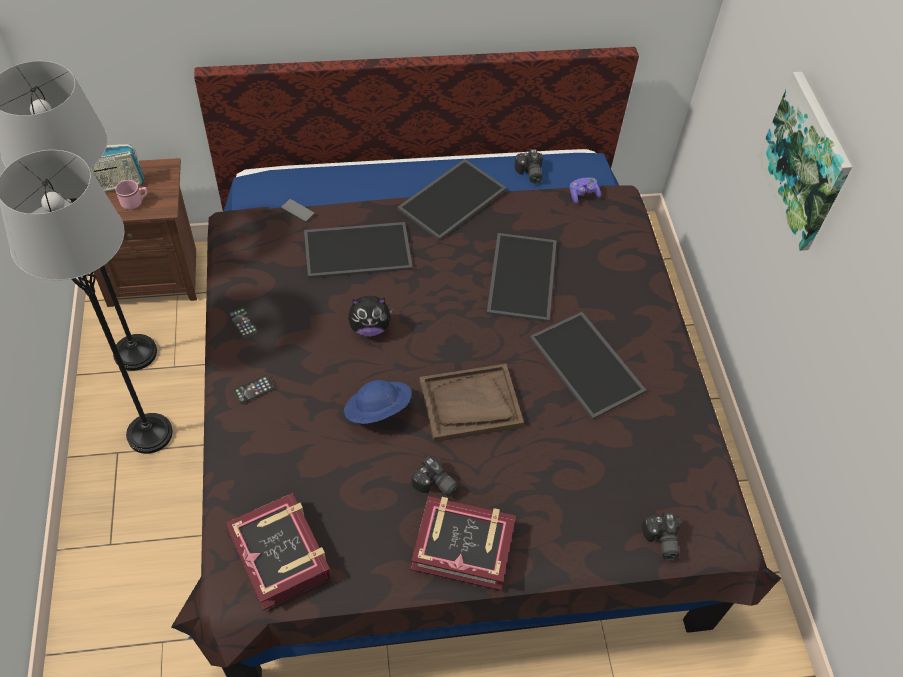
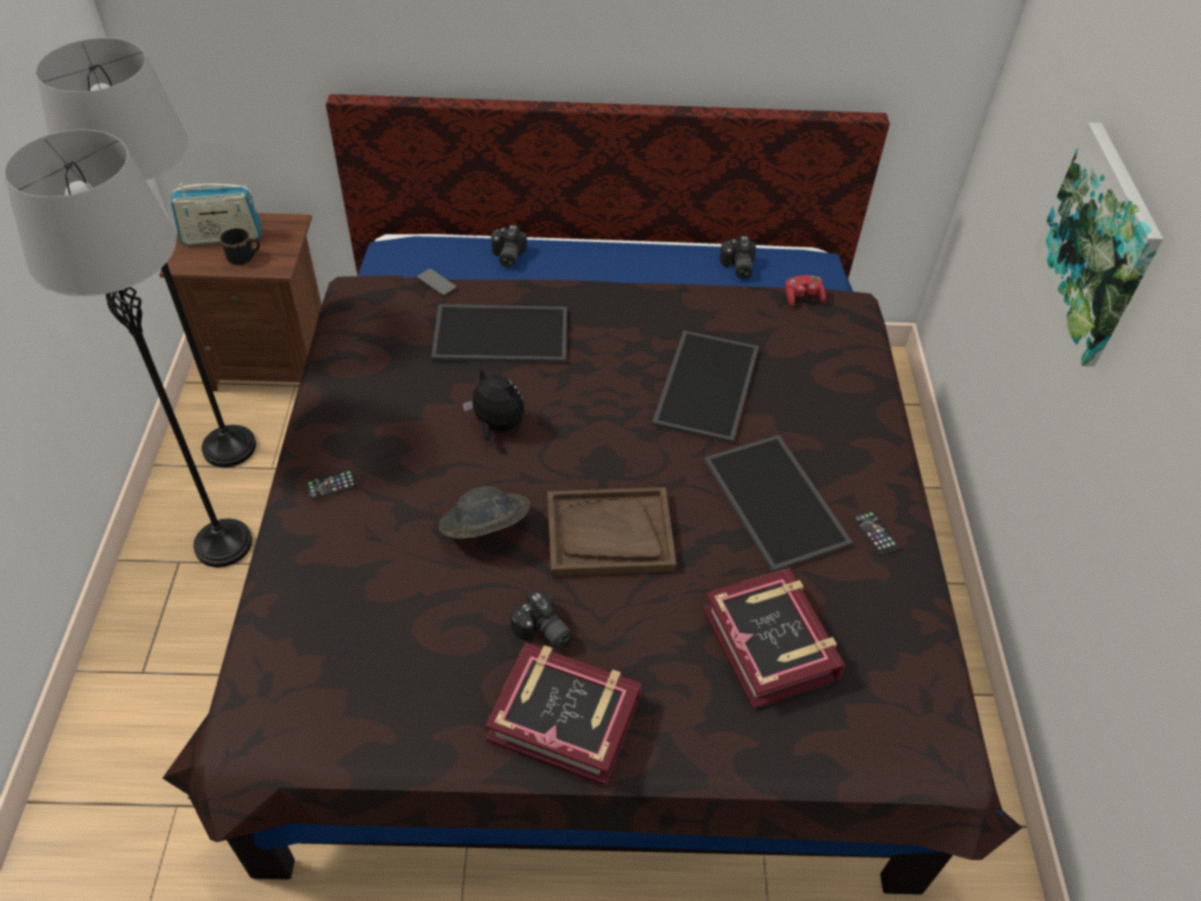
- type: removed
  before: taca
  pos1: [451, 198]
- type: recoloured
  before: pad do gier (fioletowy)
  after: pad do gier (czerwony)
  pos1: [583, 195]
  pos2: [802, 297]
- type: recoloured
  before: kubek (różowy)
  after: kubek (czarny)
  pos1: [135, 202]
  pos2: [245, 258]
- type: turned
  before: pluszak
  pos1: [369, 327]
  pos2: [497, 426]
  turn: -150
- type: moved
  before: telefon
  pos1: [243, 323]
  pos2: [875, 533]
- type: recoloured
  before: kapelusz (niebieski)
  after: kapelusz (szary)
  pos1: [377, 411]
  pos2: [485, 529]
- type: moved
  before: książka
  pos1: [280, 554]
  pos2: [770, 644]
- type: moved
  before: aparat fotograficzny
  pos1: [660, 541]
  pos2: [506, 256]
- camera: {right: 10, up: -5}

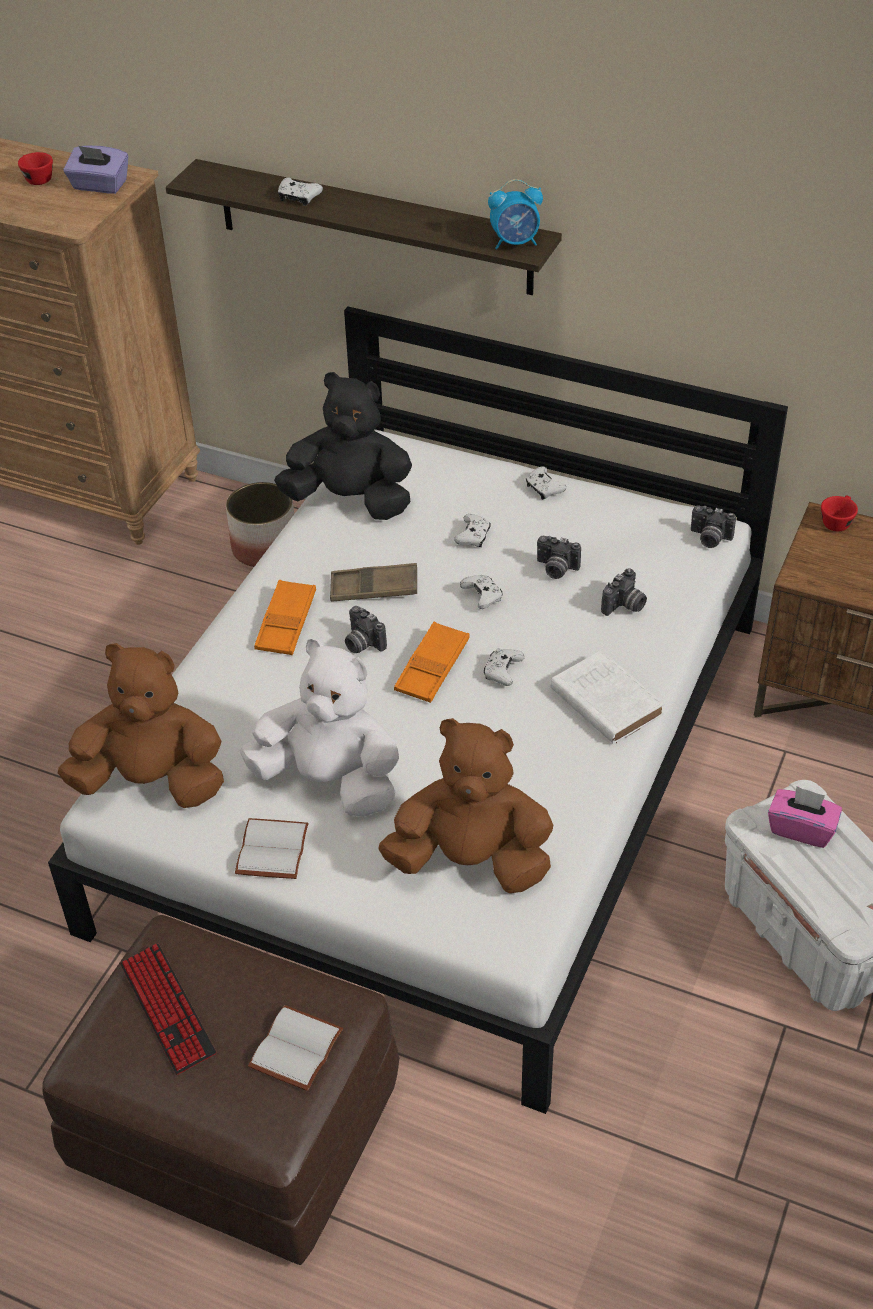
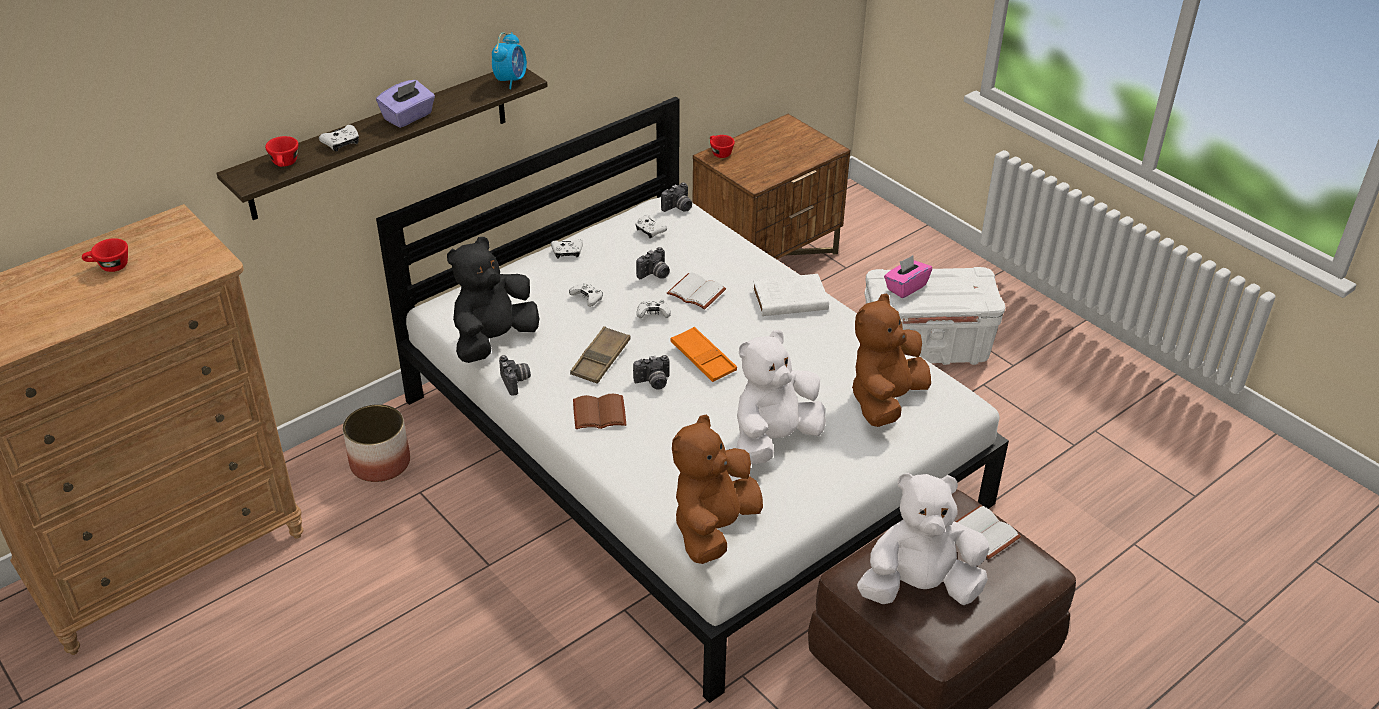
- type: moved
  before: pudełko chusteczek (fioletowy)
  pos1: [99, 186]
  pos2: [408, 117]
- type: moved
  before: aparat fotograficzny
  pos1: [625, 606]
  pos2: [516, 382]
- type: replaced
  before: taca (pomarańczowy)
  after: książka (brązowy)
  pos1: [286, 623]
  pos2: [600, 412]
- type: moved
  before: pad do gier (biały)
  pos1: [502, 672]
  pos2: [649, 231]
- type: moved
  before: książka (biały)
  pos1: [270, 849]
  pos2: [694, 293]
- type: replaced
  before: klawiatura
  after: pluszak (biały)
  pos1: [167, 1009]
  pos2: [919, 587]
- type: added
  after: filiżanka (czerwony)
  pos2: [285, 164]
- camera: {right: -65, up: -5}

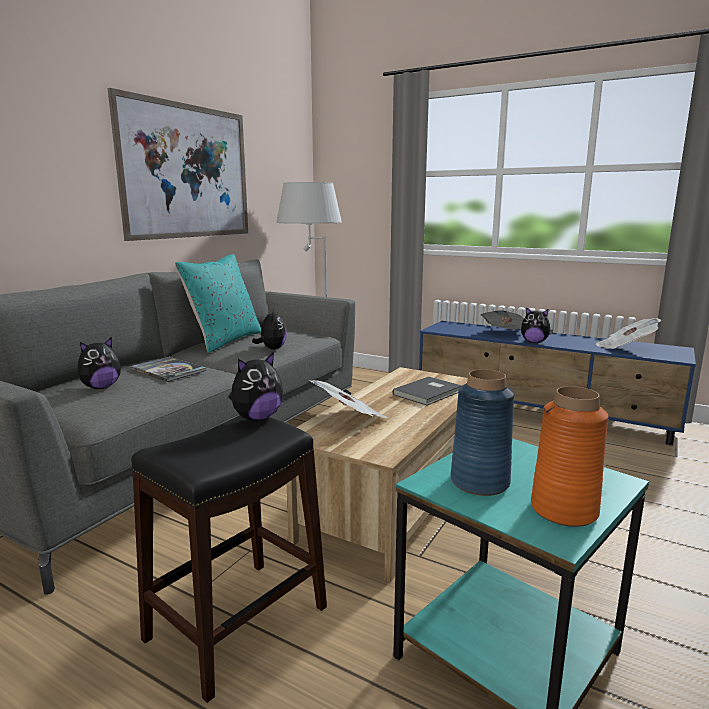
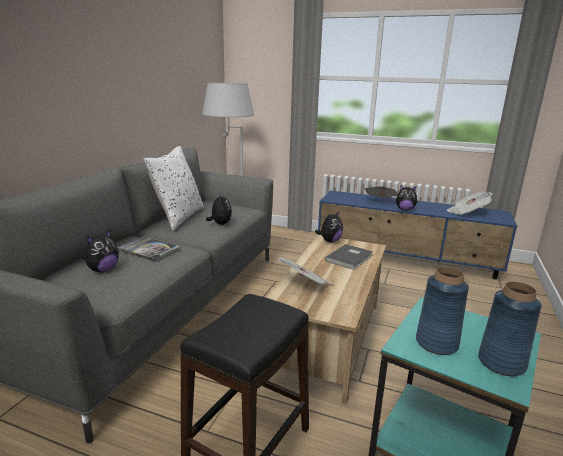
- type: removed
  before: obraz
  pos1: [187, 172]
- type: recoloured
  before: poduszka (turkusowy)
  after: poduszka (biały)
  pos1: [224, 341]
  pos2: [178, 217]
- type: moved
  before: pluszak
  pos1: [257, 418]
  pos2: [329, 241]
- type: recoloured
  before: wazon (pomarańczowy)
  after: wazon (niebieski)
  pos1: [564, 510]
  pos2: [502, 363]
- camera: {right: -10, up: 5}

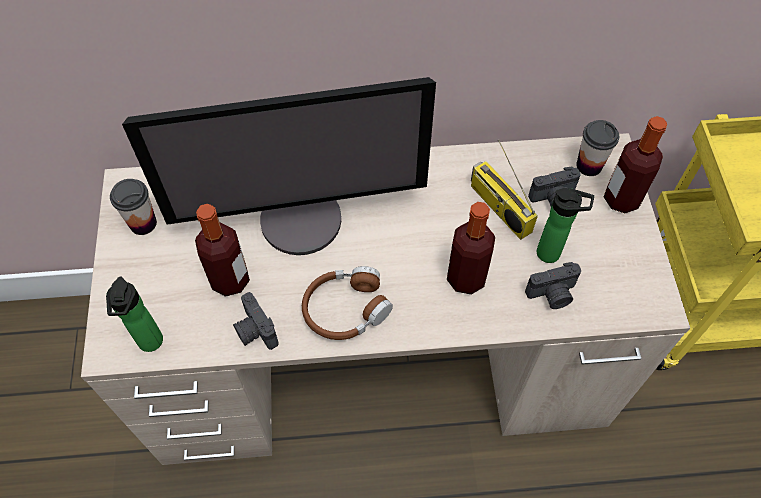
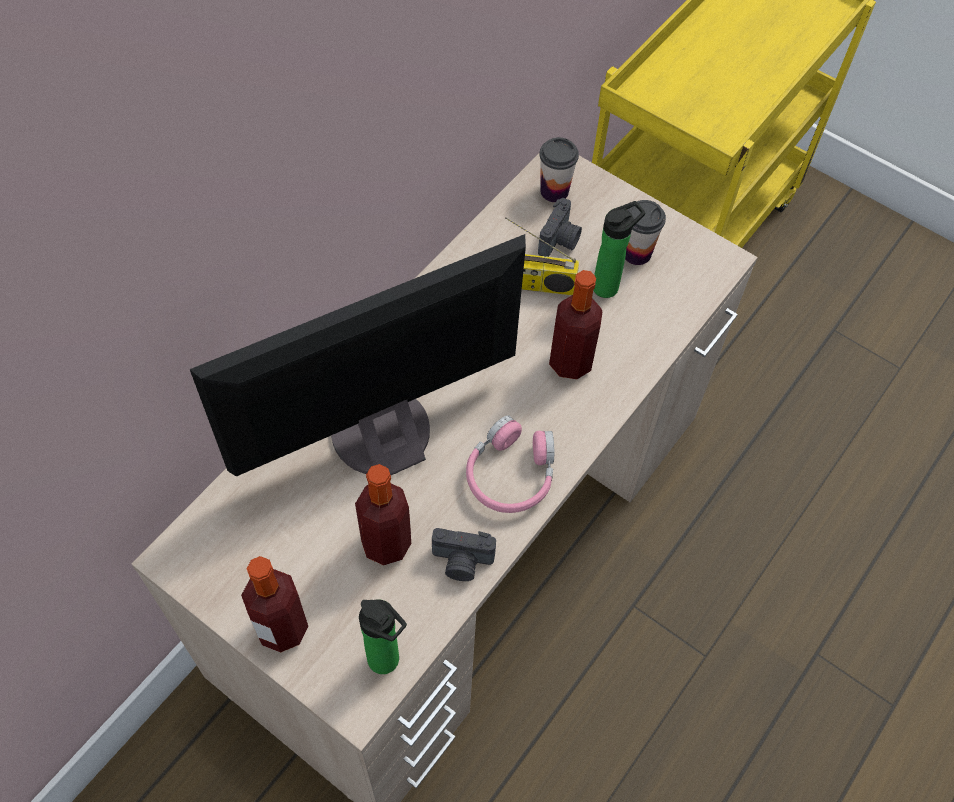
- type: turned
  before: monitor
  pos1: [302, 217]
  pos2: [380, 435]
  turn: -150
- type: moved
  before: butelka
  pos1: [621, 199]
  pos2: [282, 628]
- type: moved
  before: filiżanka
  pos1: [143, 223]
  pos2: [636, 253]
- type: removed
  before: aparat fotograficzny
  pos1: [552, 295]
- type: recoloured
  before: słuchawki (brązowy)
  after: słuchawki (różowy)
  pos1: [345, 309]
  pos2: [511, 474]
- camera: {right: -50, up: 0}

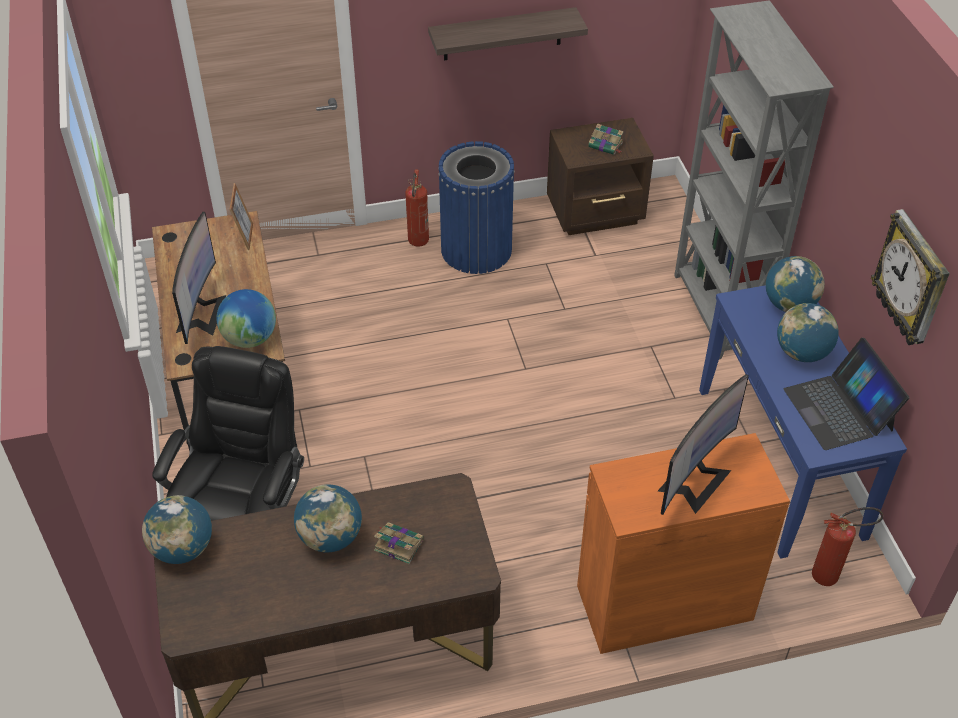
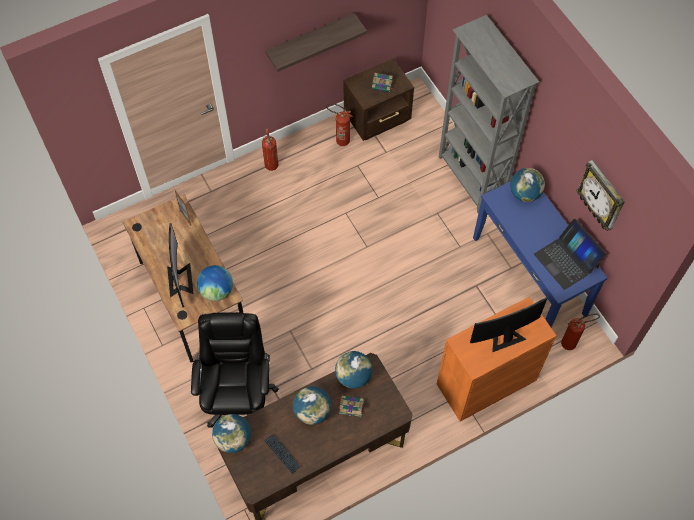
- type: removed
  before: kosz na śmieci (niebieski)
  pos1: [476, 249]
- type: moved
  before: globus
  pos1: [802, 353]
  pos2: [353, 376]
- type: turned
  before: monitor
  pos1: [694, 480]
  pos2: [504, 335]
  turn: -135
- type: added
  after: gaśnica
  pos2: [339, 140]
- type: added
  after: klawiatura
  pos2: [282, 453]
- camera: {right: -15, up: 15}

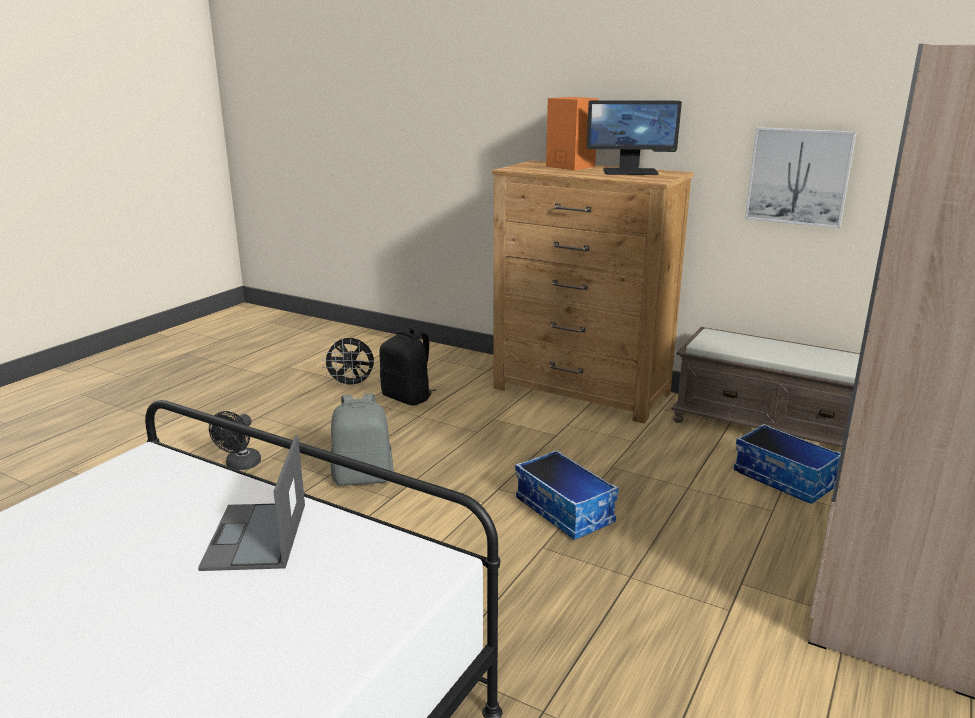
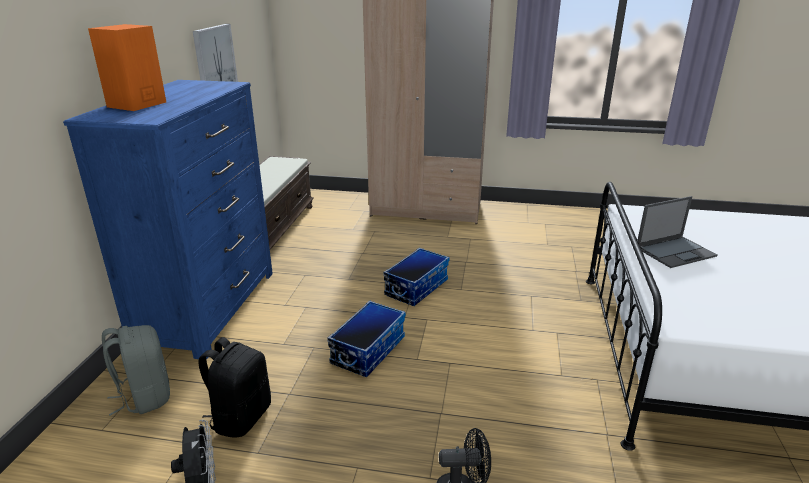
- type: removed
  before: monitor
  pos1: [630, 172]
- type: recoloured
  before: komoda (brązowy)
  after: komoda (niebieski)
  pos1: [581, 391]
  pos2: [209, 308]
- type: moved
  before: plecak (szary)
  pos1: [363, 477]
  pos2: [145, 397]
- type: moved
  before: pojemnik do przechowywania
  pos1: [785, 479]
  pos2: [368, 350]
- camera: {right: -110, up: 5}

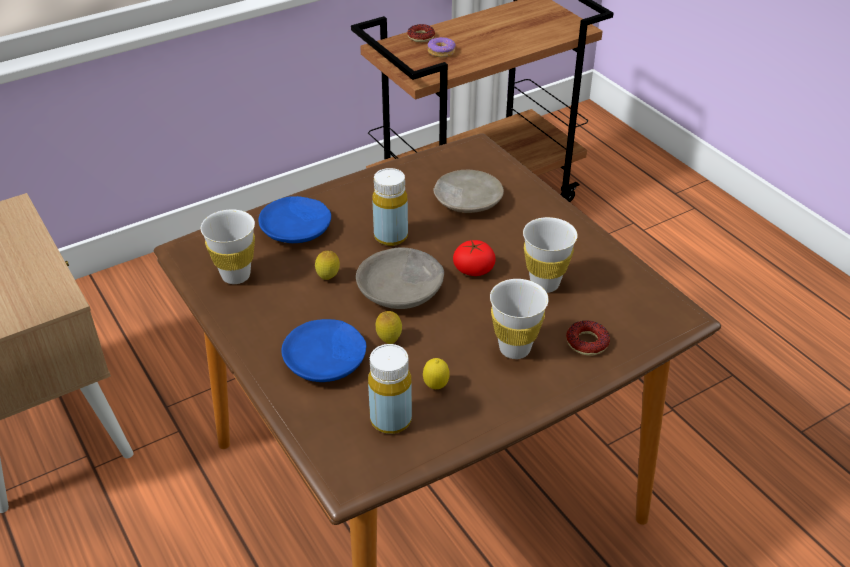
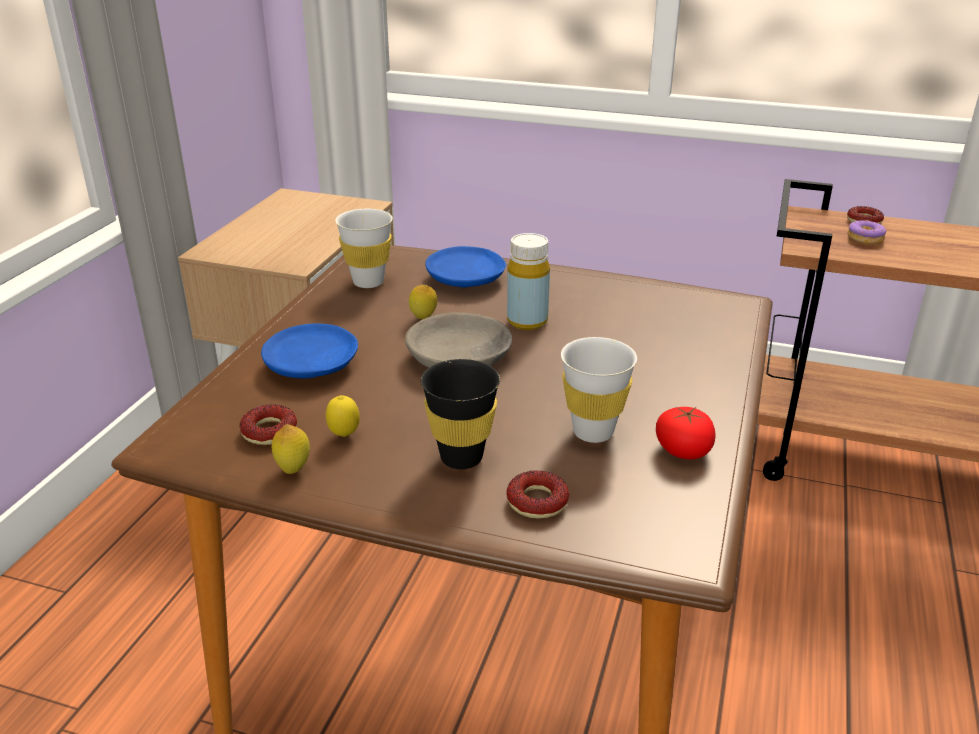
- type: removed
  before: talerz (beżowy)
  pos1: [467, 201]
- type: moved
  before: pomidor
  pos1: [473, 269]
  pos2: [683, 450]
- type: recoloured
  before: filiżanka (biały)
  after: filiżanka (czarny)
  pos1: [514, 349]
  pos2: [461, 457]
- type: moved
  before: cytryna
  pos1: [389, 340]
  pos2: [293, 469]
- type: replaced
  before: butelka (żółty)
  after: donut
  pos1: [391, 420]
  pos2: [269, 431]
- camera: {right: 50, up: -10}

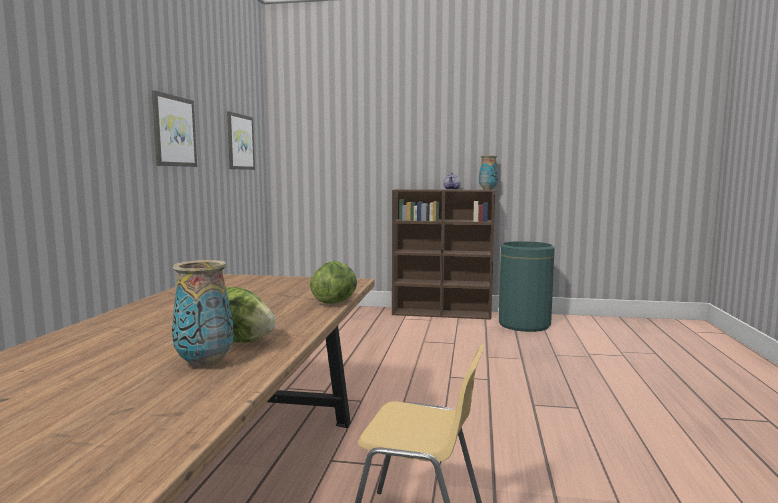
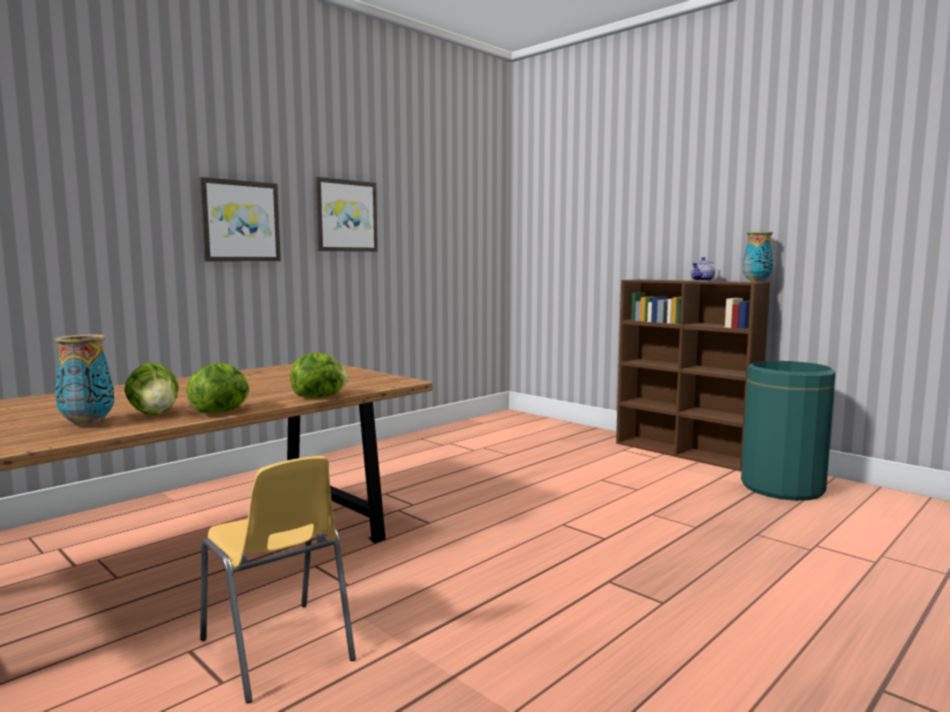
- type: moved
  before: obraz
  pos1: [239, 142]
  pos2: [240, 221]
- type: added
  after: sałata
  pos2: [222, 412]
- camera: {right: 35, up: 0}

